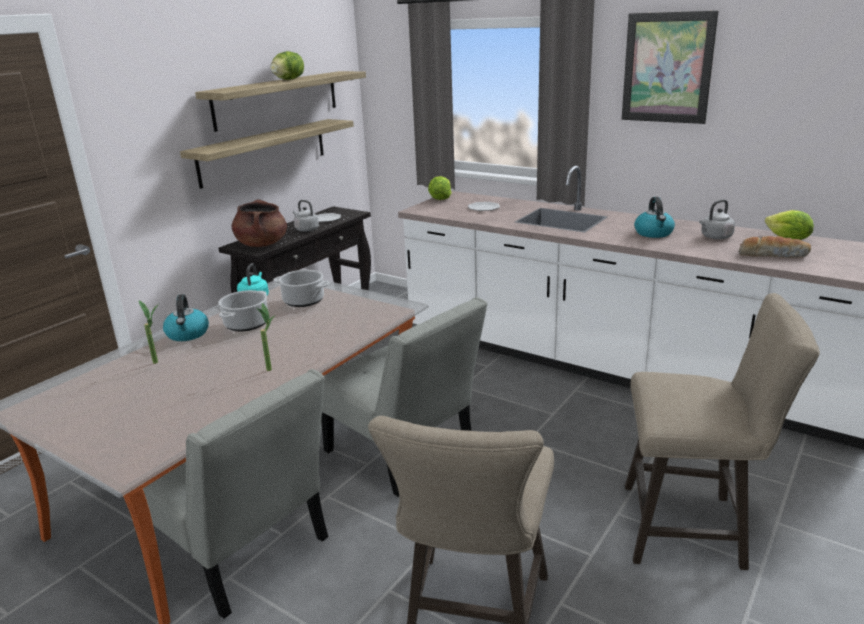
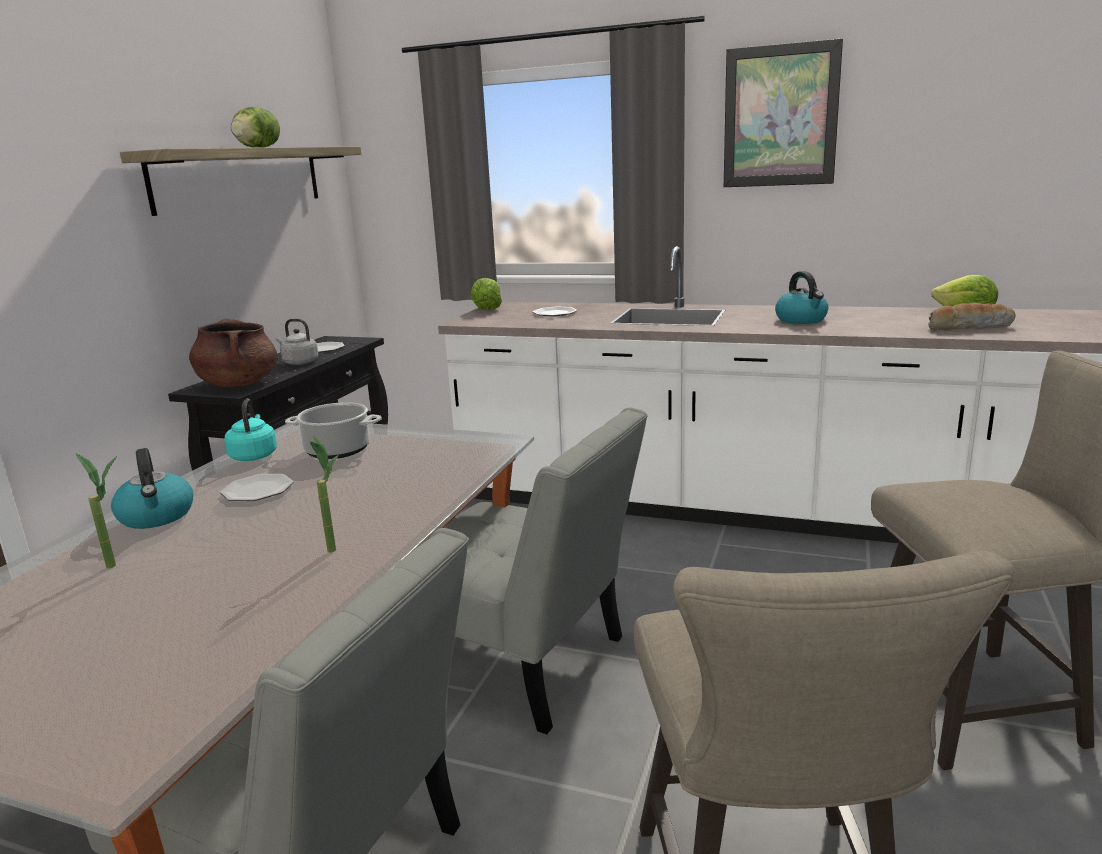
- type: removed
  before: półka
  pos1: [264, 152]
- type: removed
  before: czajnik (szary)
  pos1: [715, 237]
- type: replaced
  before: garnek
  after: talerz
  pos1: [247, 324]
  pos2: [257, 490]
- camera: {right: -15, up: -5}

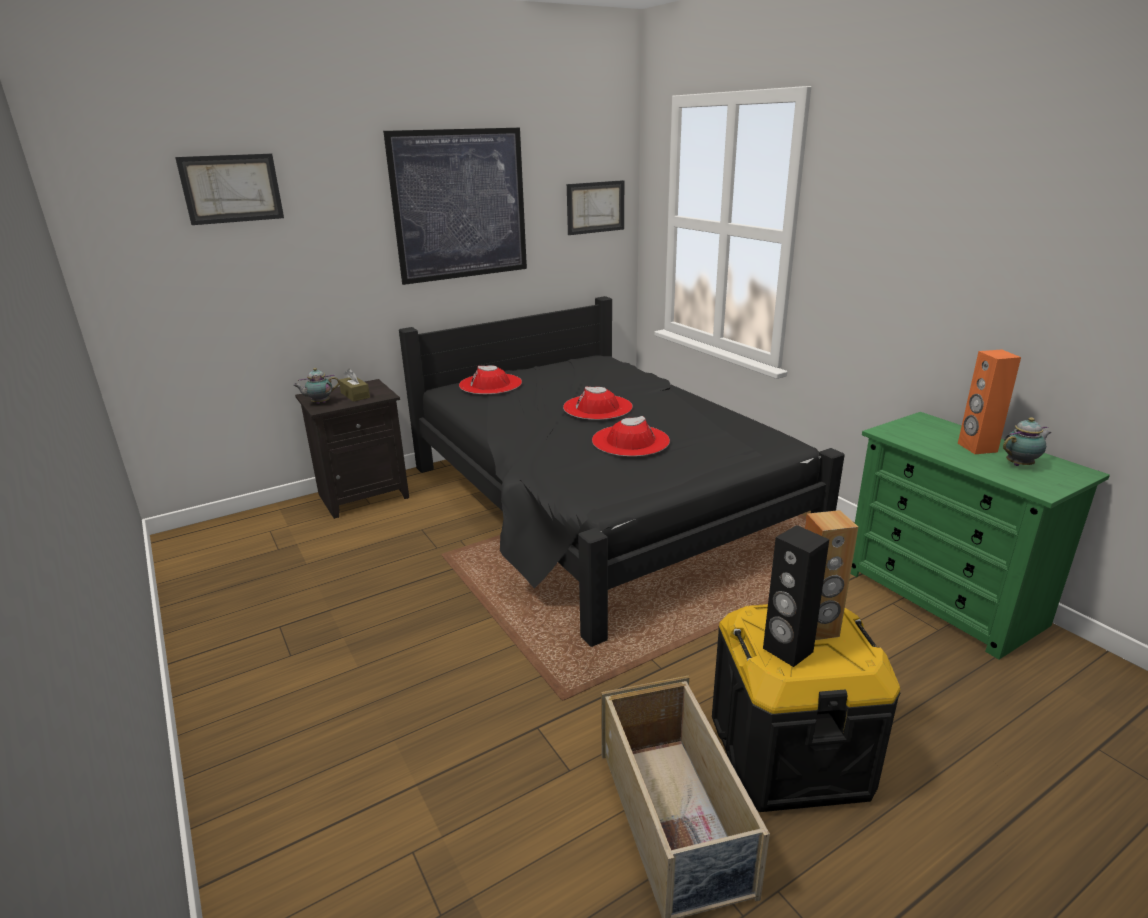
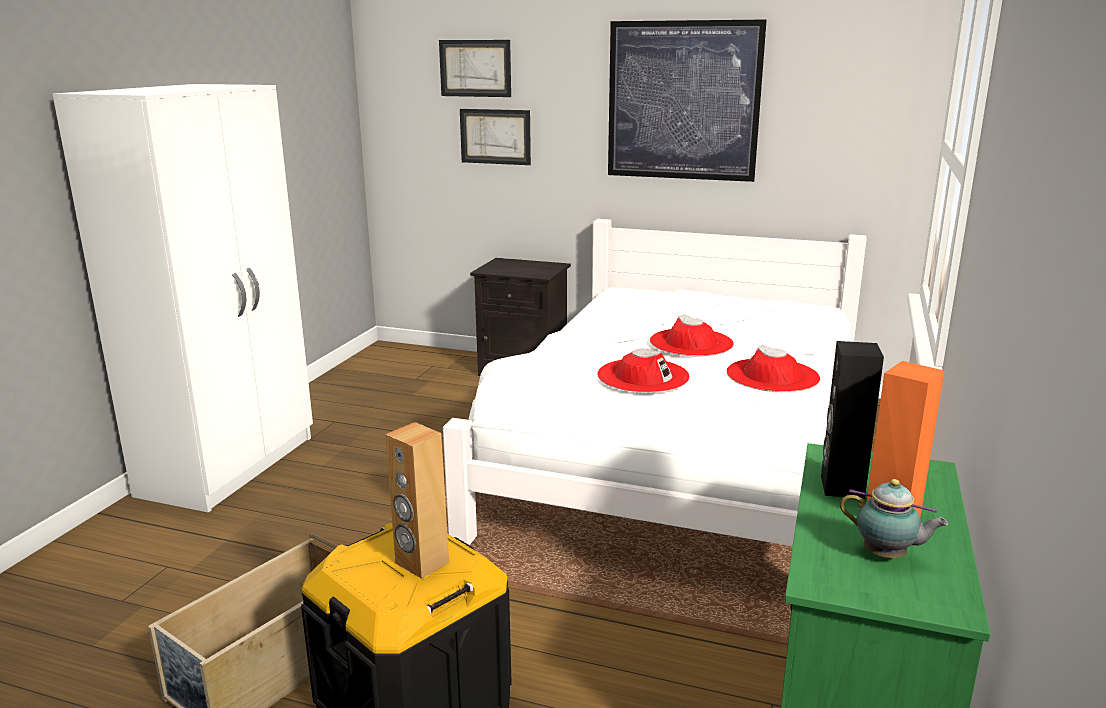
- type: moved
  before: obraz
  pos1: [595, 207]
  pos2: [495, 136]
- type: recoloured
  before: łóżko (czarny)
  after: łóżko (biały)
  pos1: [599, 503]
  pos2: [677, 458]
- type: moved
  before: kapelusz (czerwony)
  pos1: [490, 384]
  pos2: [772, 376]
- type: removed
  before: imbryk
  pos1: [319, 403]
- type: removed
  before: pudełko chusteczek (brązowy)
  pos1: [355, 395]
- type: moved
  before: głośnik (czarny)
  pos1: [787, 650]
  pos2: [841, 487]
- type: added
  after: szafa (biały)
  pos2: [231, 465]
- camera: {right: 50, up: -5}

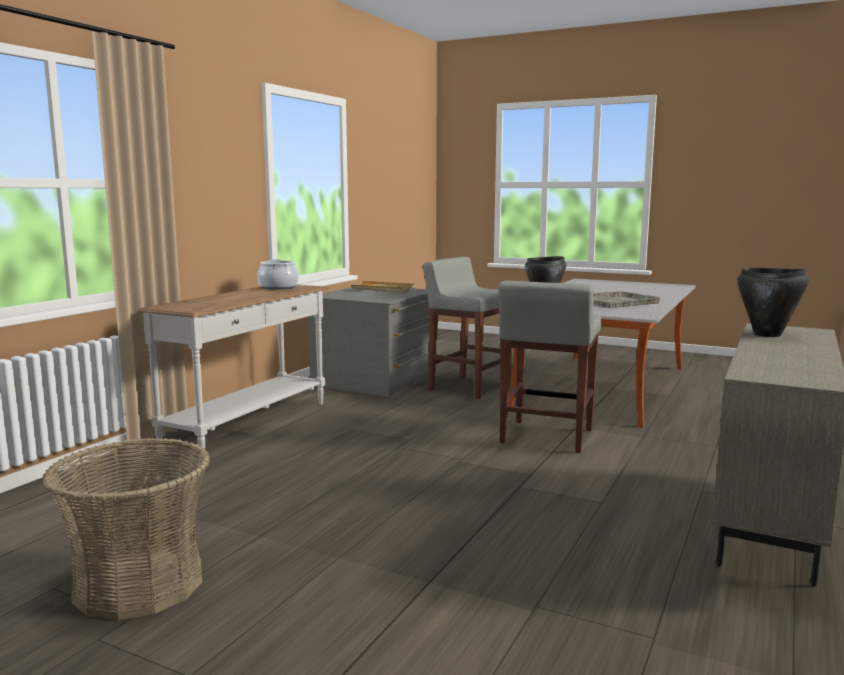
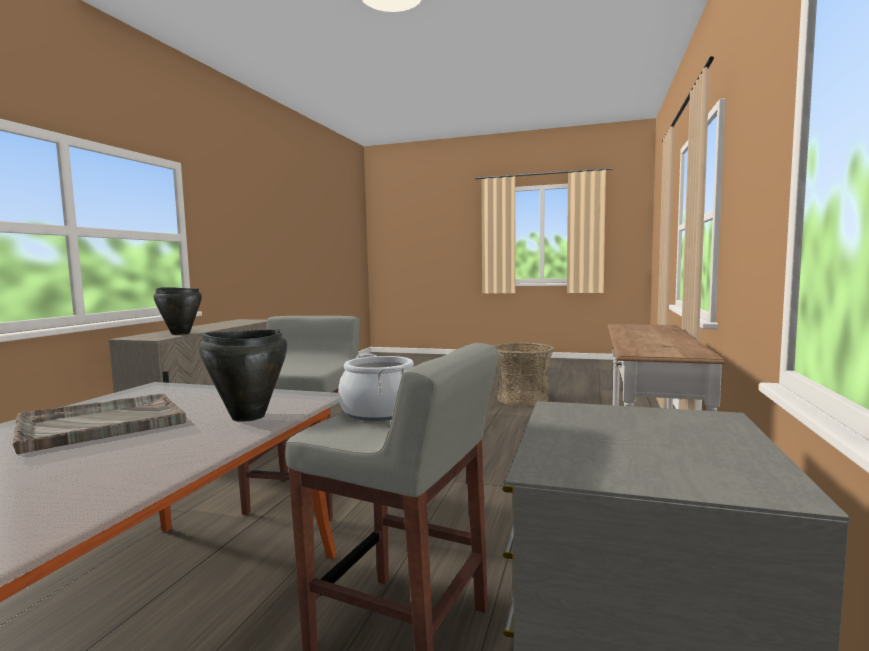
- type: moved
  before: garnek
  pos1: [278, 287]
  pos2: [380, 412]
- type: removed
  before: taca (beżowy)
  pos1: [384, 289]
- camera: {right: 170, up: -5}

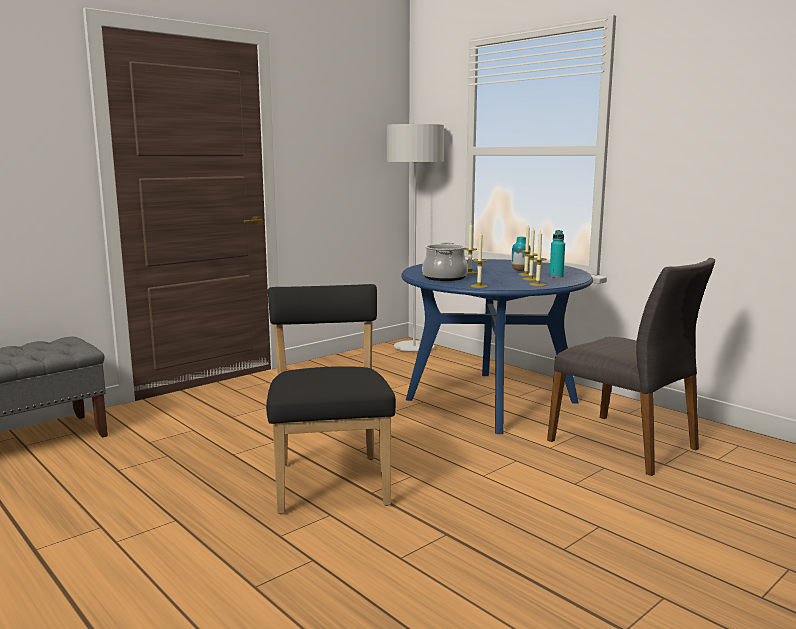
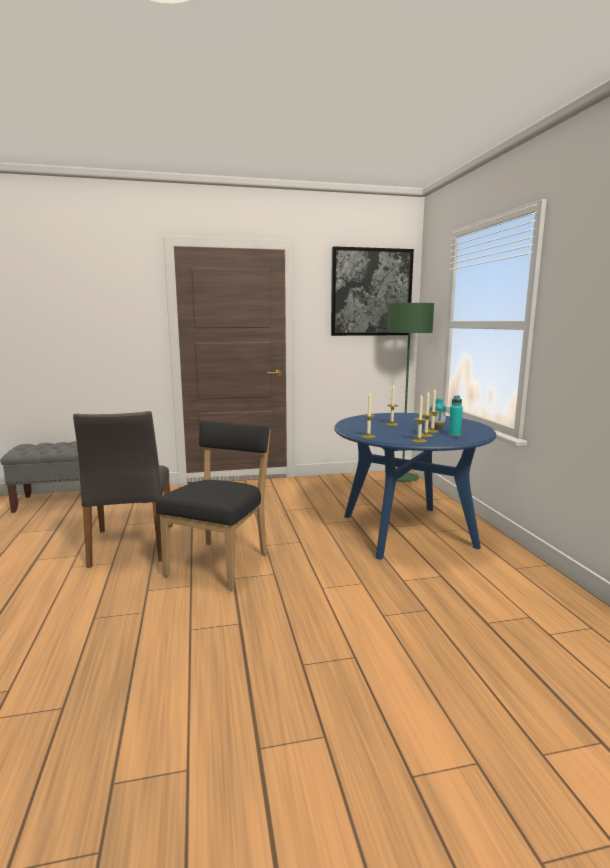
- type: recoloured
  before: lampa stojąca (szary)
  after: lampa stojąca (zielony)
  pos1: [414, 348]
  pos2: [402, 478]
- type: removed
  before: garnek
  pos1: [445, 278]
- type: moved
  before: krzesło (szary)
  pos1: [625, 444]
  pos2: [131, 545]
- type: added
  after: obraz
  pos2: [371, 292]
- camera: {right: 30, up: 0}

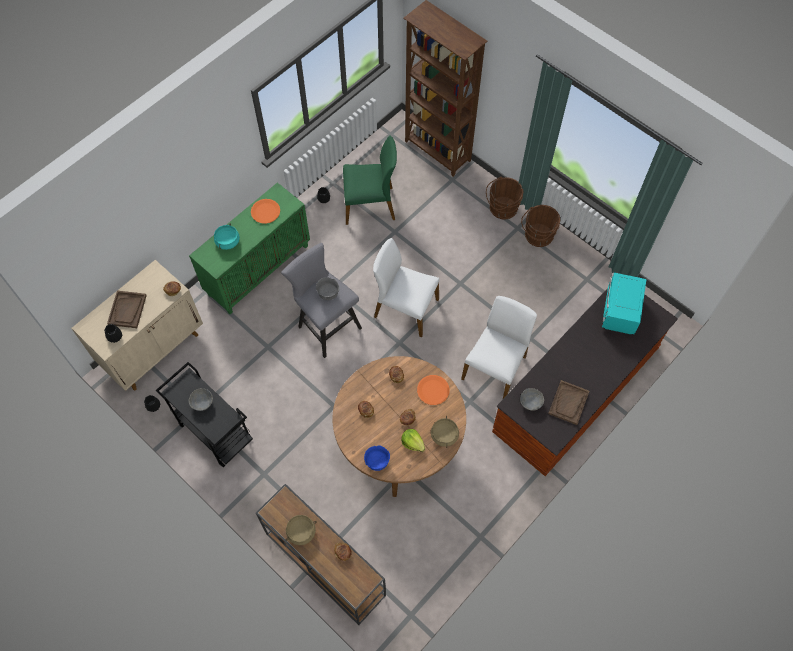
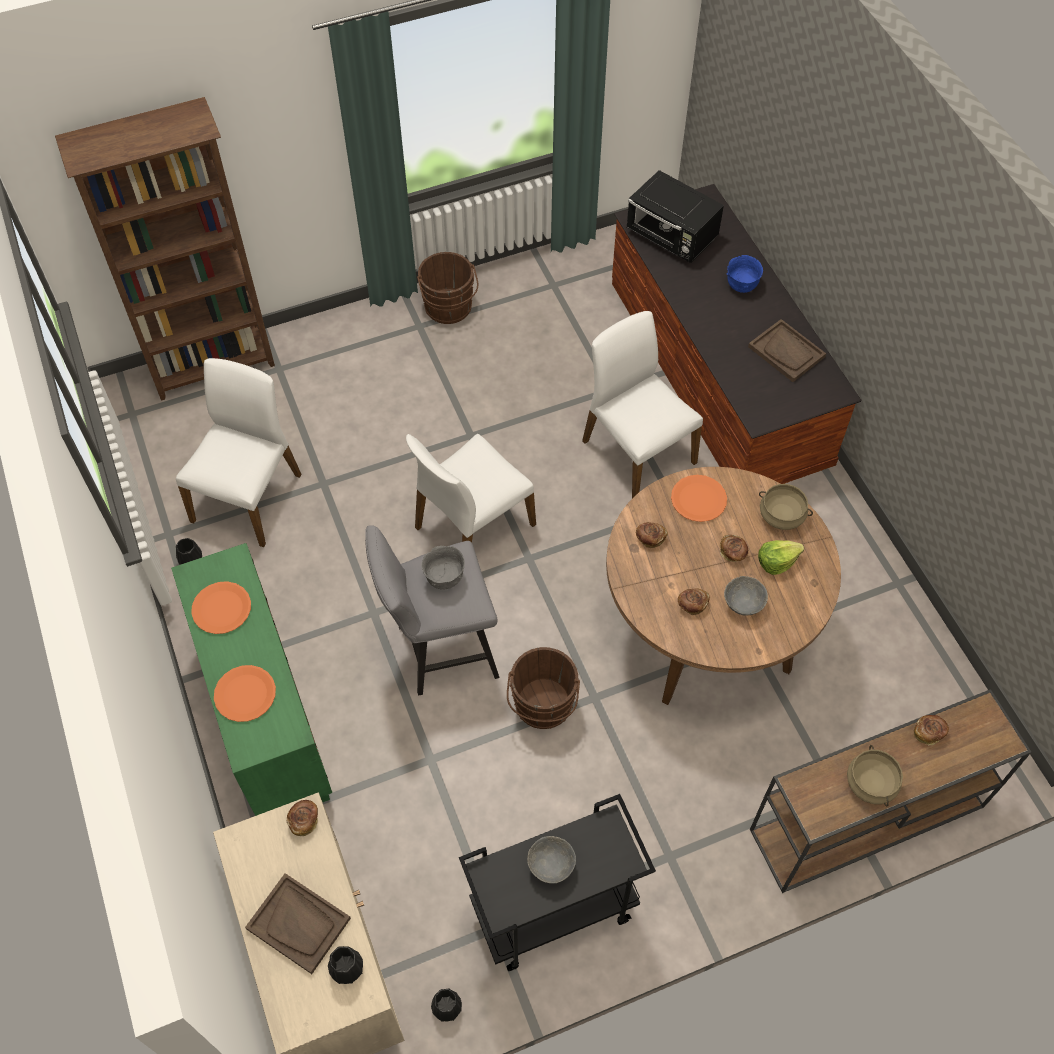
- type: recoloured
  before: krzesło (zielony)
  after: krzesło (biały)
  pos1: [370, 204]
  pos2: [248, 497]
- type: moved
  before: wiadro (brązowy)
  pos1: [501, 208]
  pos2: [543, 707]
- type: replaced
  before: garnek (turkusowy)
  after: talerz (pomarańczowy)
  pos1: [227, 241]
  pos2: [245, 694]
- type: recoloured
  before: mikrofalówka (turkusowy)
  after: mikrofalówka (czarny)
  pos1: [619, 312]
  pos2: [672, 237]
- type: moved
  before: miska (szary)
  pos1: [530, 403]
  pos2: [743, 604]
- type: moved
  before: miska (niebieski)
  pos1: [377, 462]
  pos2: [741, 285]
- camera: {right: -65, up: -5}

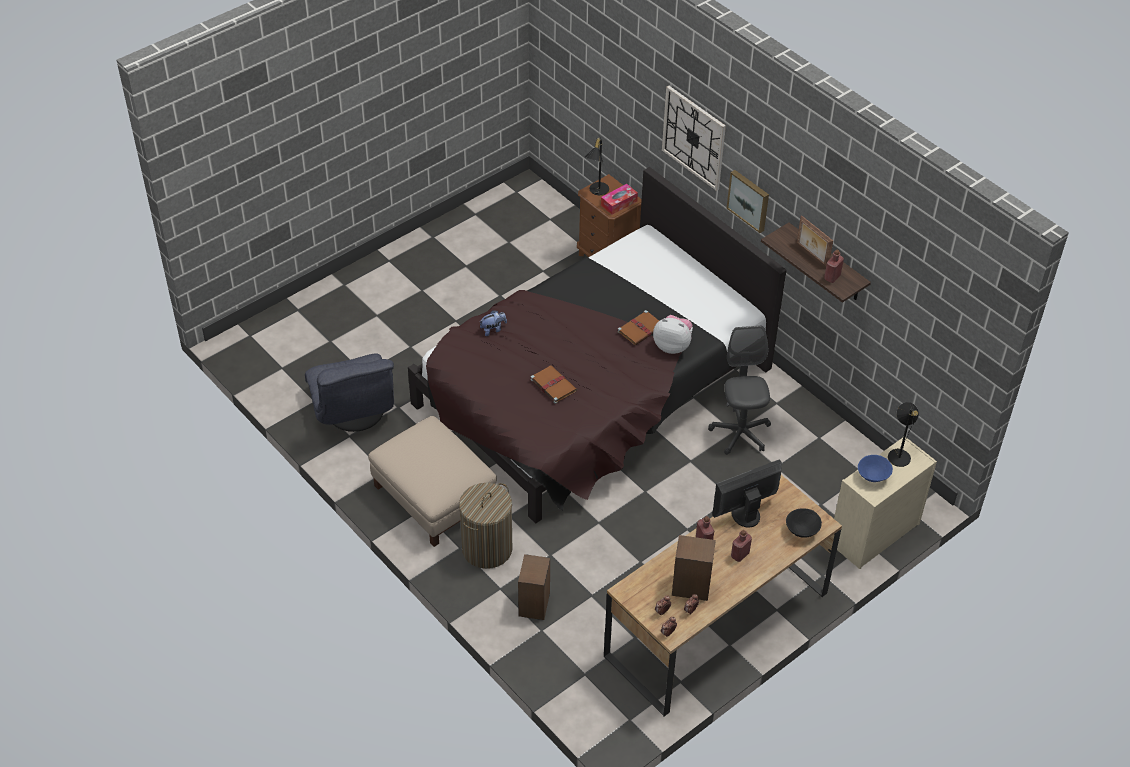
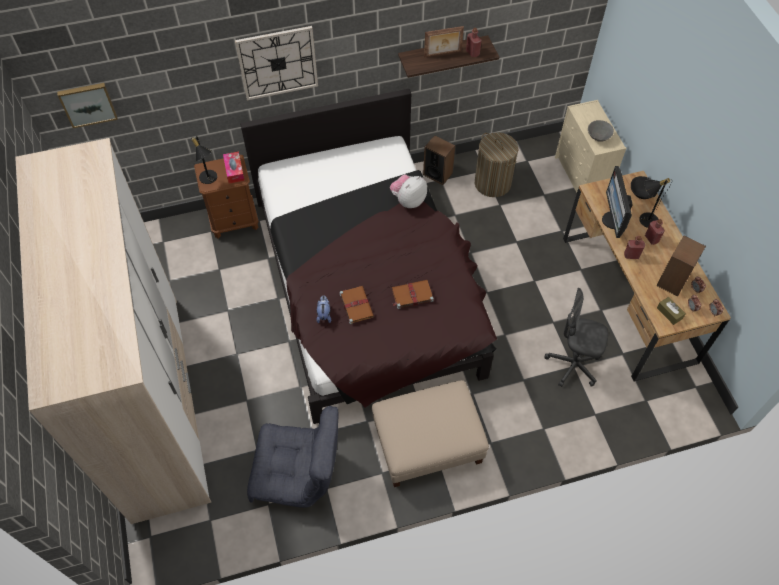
- type: moved
  before: obraz
  pos1: [749, 200]
  pos2: [88, 104]
- type: moved
  before: książka (brązowy)
  pos1: [641, 329]
  pos2: [356, 305]
- type: moved
  before: krzesło biurowe (szary)
  pos1: [740, 433]
  pos2: [572, 365]
- type: moved
  before: lampa stołowa (czarny)
  pos1: [899, 454]
  pos2: [645, 218]
- type: recoloured
  before: miska (niebieski)
  after: miska (szary)
  pos1: [872, 476]
  pos2: [598, 137]
- type: moved
  before: kosz na pranie
  pos1: [487, 549]
  pos2: [492, 183]
- type: moved
  before: głośnik
  pos1: [534, 604]
  pos2: [437, 174]
- type: added
  after: szafa
  pos2: [157, 403]
- type: added
  after: pudełko chusteczek (brązowy)
  pos2: [669, 313]
- camera: {right: -65, up: 10}

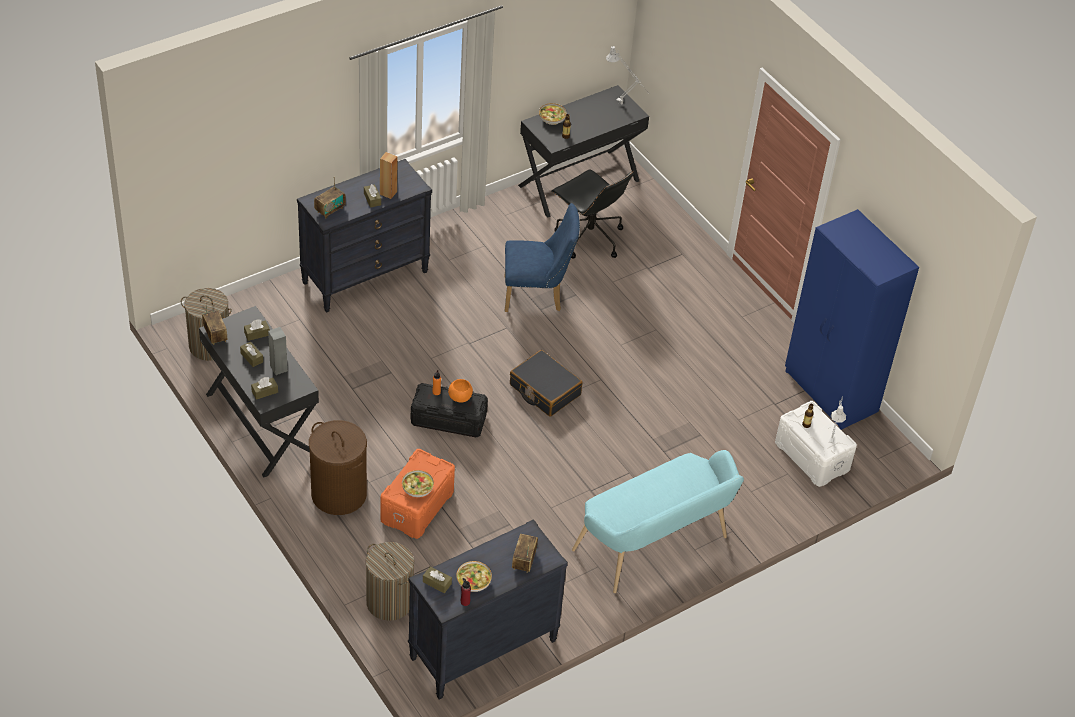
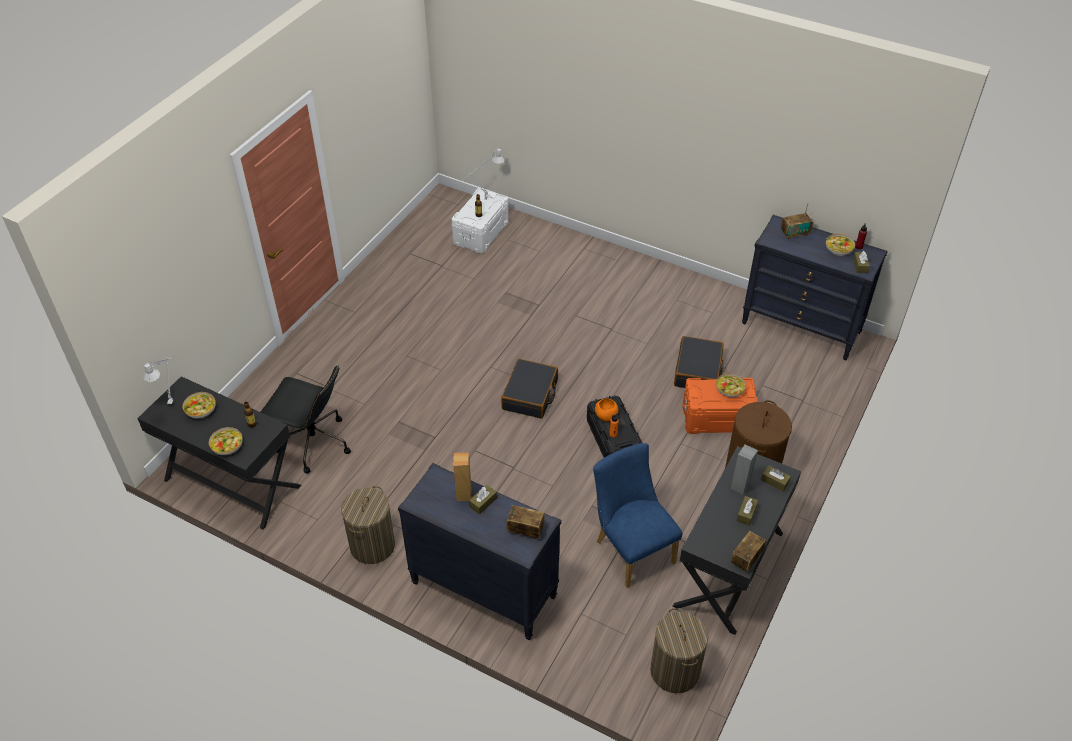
- type: turned
  before: krzesło biurowe (czarny)
  pos1: [588, 237]
  pos2: [313, 443]
  turn: 90
- type: moved
  before: krzesło (niebieski)
  pos1: [537, 295]
  pos2: [631, 548]
- type: removed
  before: szafa (niebieski)
  pos1: [830, 392]
- type: removed
  before: pudełko chusteczek (brązowy)
  pos1: [257, 334]
- type: removed
  before: ławka (turkusowy)
  pos1: [655, 547]
- type: moved
  before: kosz na pranie
  pos1: [389, 602]
  pos2: [372, 545]
- type: added
  after: walizka (czarny)
  pos2: [698, 371]
- type: added
  after: miska
  pos2: [201, 410]
- camera: {right: -115, up: 0}

